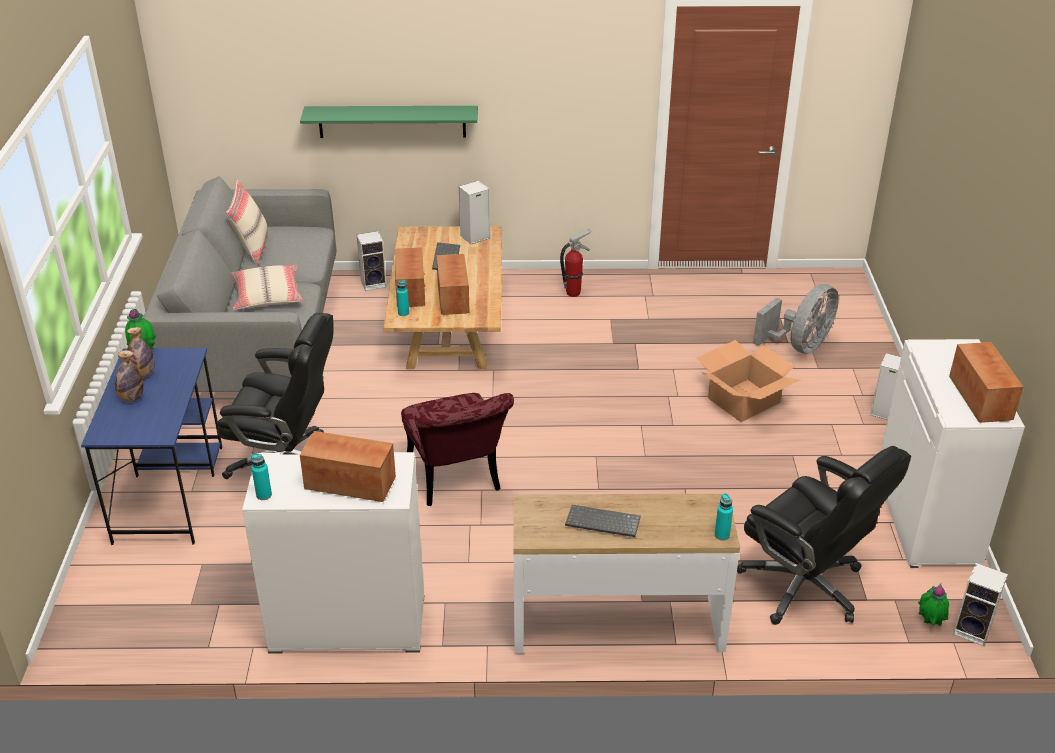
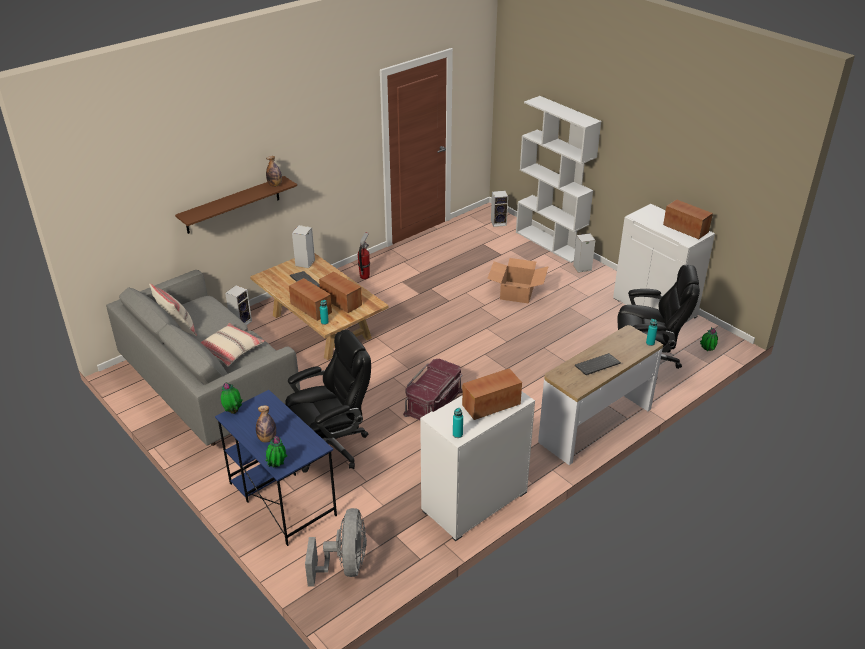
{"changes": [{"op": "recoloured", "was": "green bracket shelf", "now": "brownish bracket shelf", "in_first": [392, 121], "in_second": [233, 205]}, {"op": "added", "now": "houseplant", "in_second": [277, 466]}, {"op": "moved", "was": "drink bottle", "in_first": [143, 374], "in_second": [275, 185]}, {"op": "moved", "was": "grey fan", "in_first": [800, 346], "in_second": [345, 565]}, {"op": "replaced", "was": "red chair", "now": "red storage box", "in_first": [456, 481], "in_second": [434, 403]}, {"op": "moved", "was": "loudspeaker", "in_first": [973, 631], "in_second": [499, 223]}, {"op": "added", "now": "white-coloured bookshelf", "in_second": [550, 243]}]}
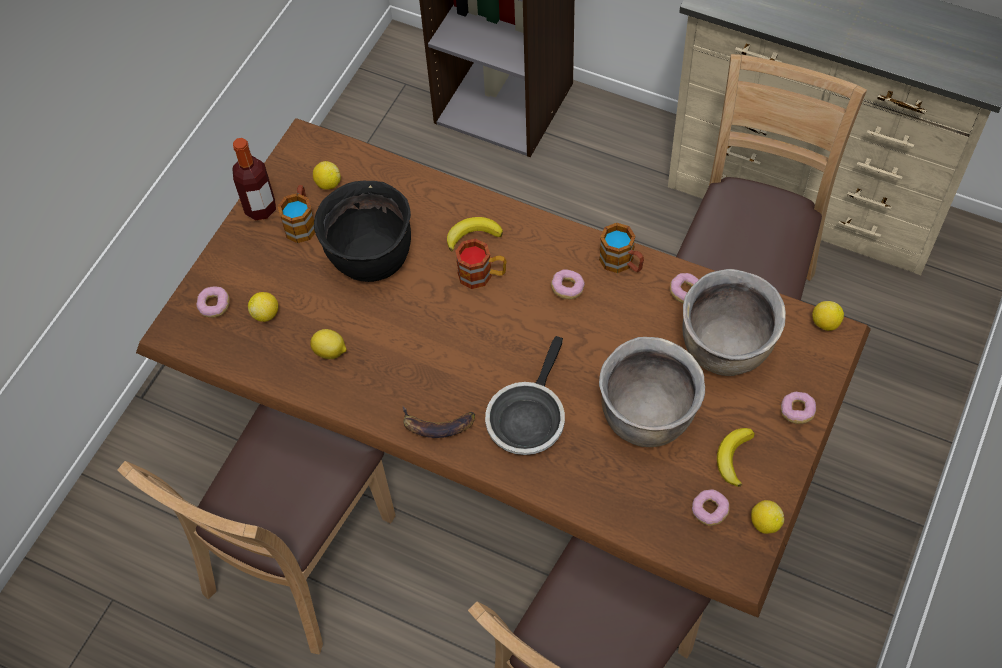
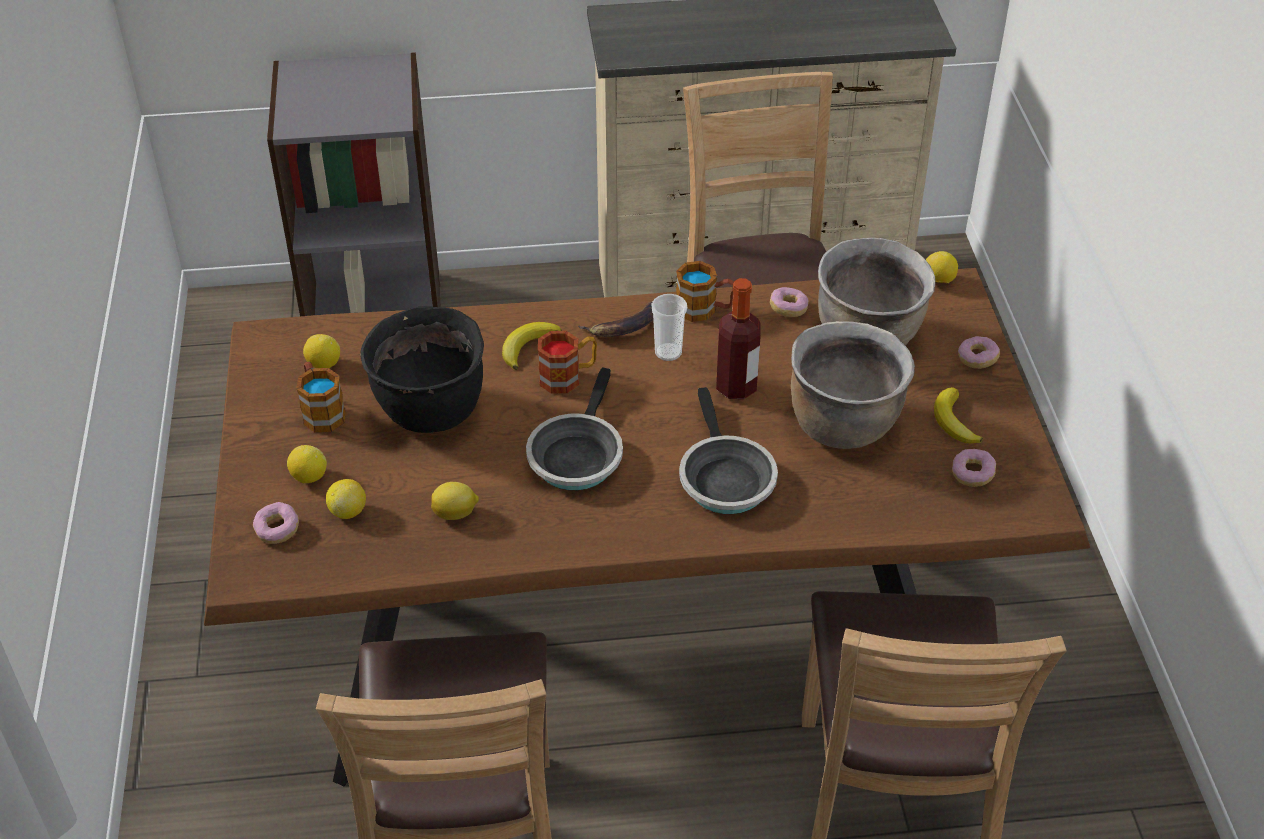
{"changes": [{"op": "moved", "was": "lemon", "in_first": [765, 523], "in_second": [309, 477]}, {"op": "added", "now": "pan", "in_second": [576, 455]}, {"op": "moved", "was": "banana fruit", "in_first": [437, 425], "in_second": [624, 327]}, {"op": "replaced", "was": "doughnut", "now": "cup", "in_first": [567, 288], "in_second": [668, 352]}, {"op": "moved", "was": "drink bottle", "in_first": [260, 208], "in_second": [736, 387]}]}
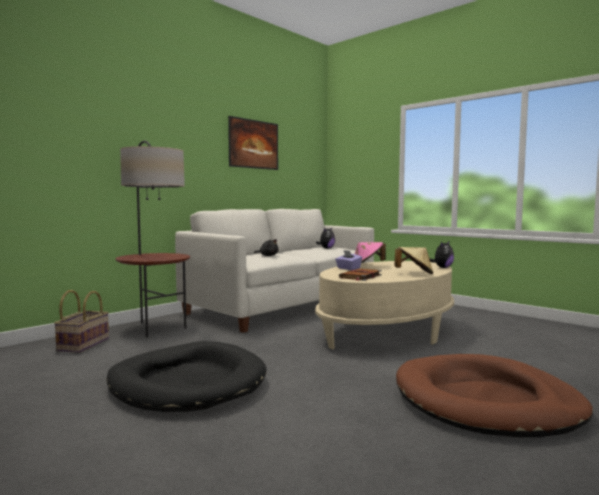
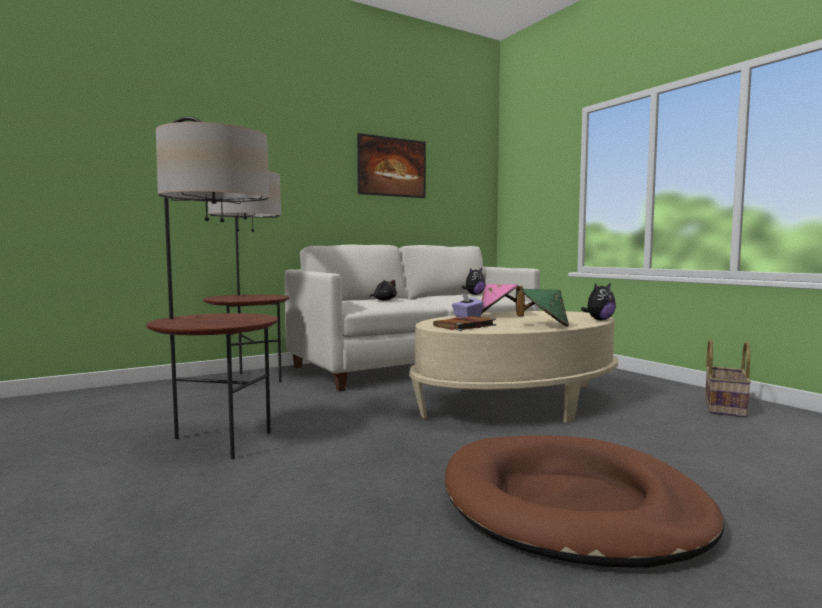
{"changes": [{"op": "replaced", "was": "black-coloured pet bed", "now": "floor lamp", "in_first": [187, 382], "in_second": [218, 442]}, {"op": "recoloured", "was": "beige wearable hat", "now": "green wearable hat", "in_first": [414, 274], "in_second": [544, 325]}, {"op": "moved", "was": "basket", "in_first": [83, 344], "in_second": [723, 407]}]}
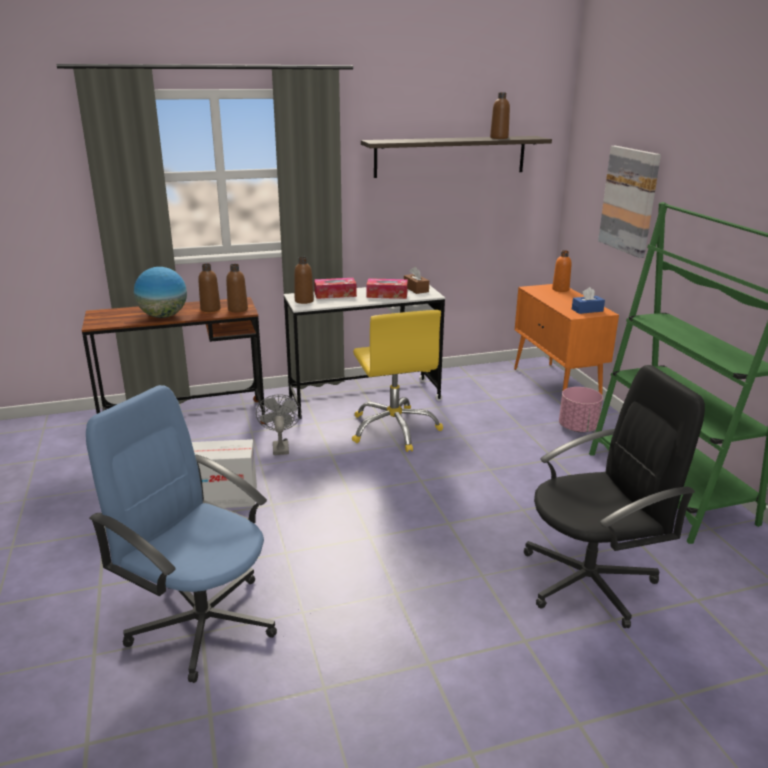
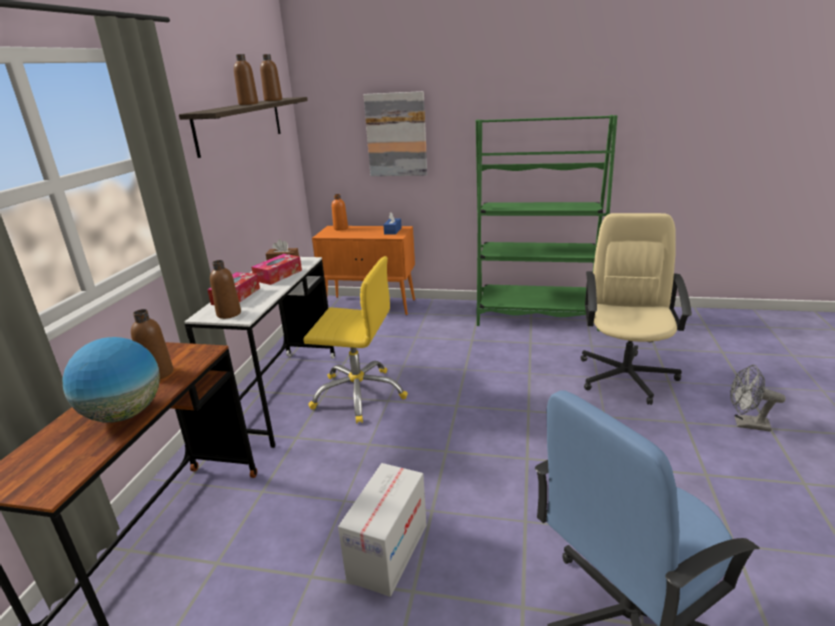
{"changes": [{"op": "moved", "was": "brownish drink bottle", "in_first": [238, 309], "in_second": [248, 104]}, {"op": "recoloured", "was": "black-coloured office chair", "now": "beige office chair", "in_first": [590, 581], "in_second": [626, 376]}, {"op": "moved", "was": "grey fan", "in_first": [280, 446], "in_second": [746, 424]}, {"op": "removed", "was": "pink planter", "in_first": [578, 428]}]}
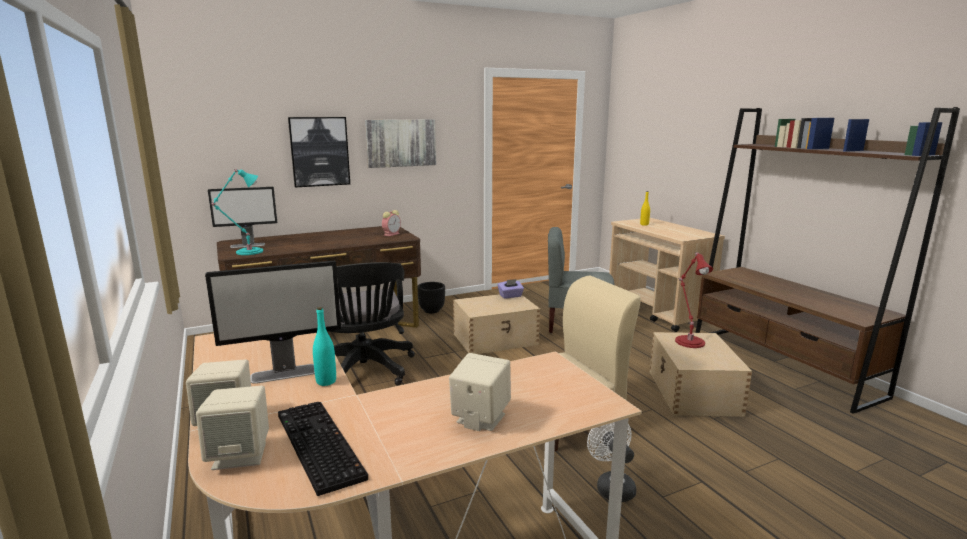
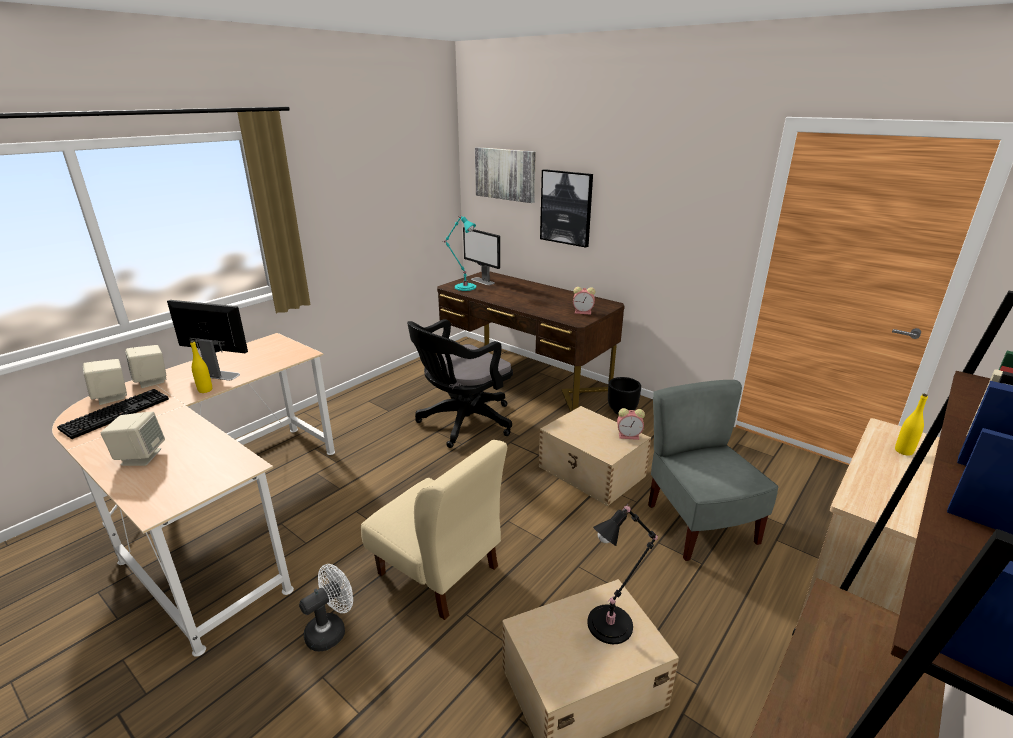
{"changes": [{"op": "turned", "was": "computer display", "in_first": [285, 373], "in_second": [218, 374], "clockwise": 150}, {"op": "recoloured", "was": "turquoise drink bottle", "now": "yellow-coloured drink bottle", "in_first": [326, 381], "in_second": [205, 390]}, {"op": "moved", "was": "picture", "in_first": [401, 143], "in_second": [505, 174]}, {"op": "recoloured", "was": "red lamp for a table", "now": "black-coloured lamp for a table", "in_first": [688, 341], "in_second": [613, 623]}, {"op": "replaced", "was": "purple tissue holder", "now": "bedside clock", "in_first": [510, 296], "in_second": [629, 436]}]}
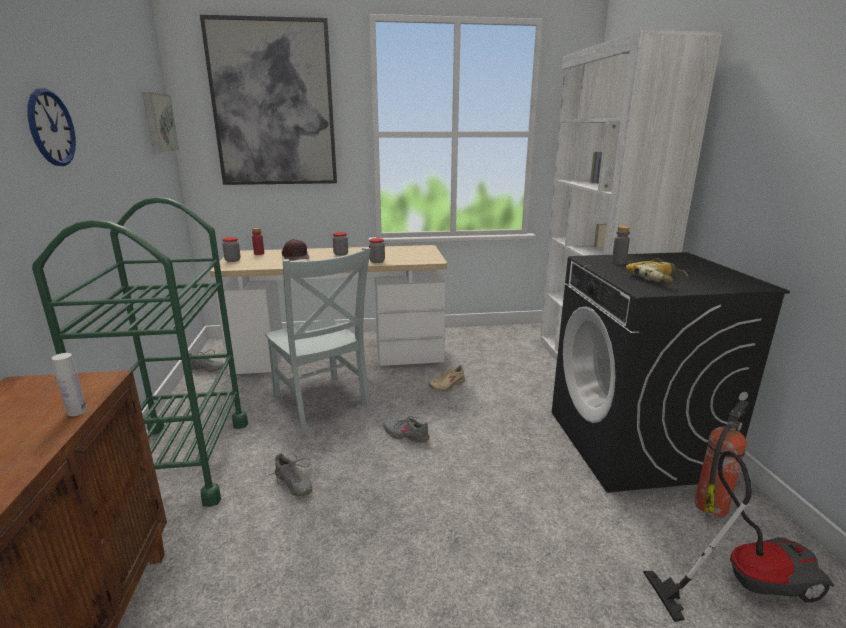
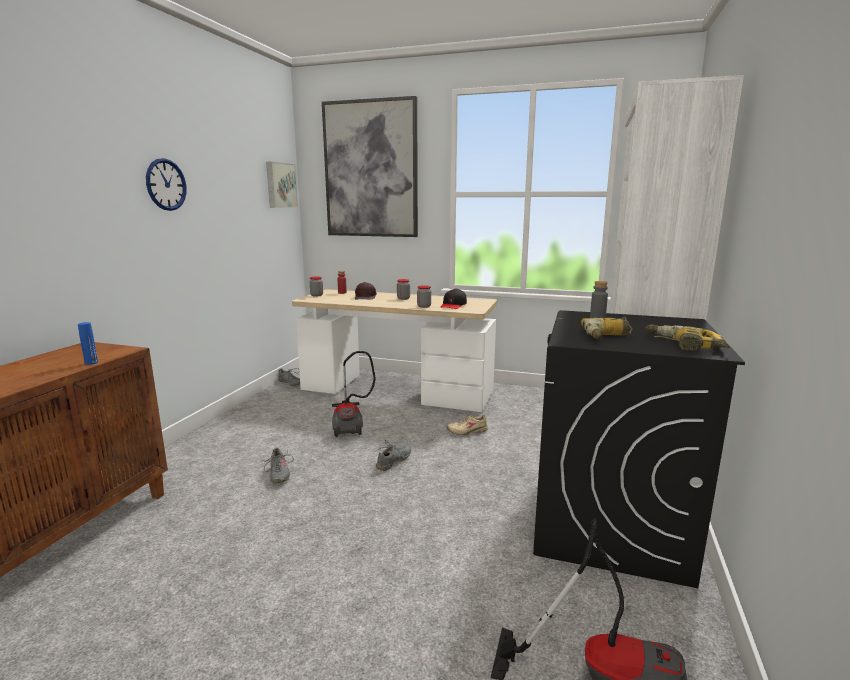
{"changes": [{"op": "recoloured", "was": "white-coloured drink bottle", "now": "bluish drink bottle", "in_first": [77, 411], "in_second": [91, 363]}, {"op": "replaced", "was": "grey chair", "now": "hoover", "in_first": [322, 402], "in_second": [350, 423]}, {"op": "turned", "was": "grey shoe", "in_first": [406, 435], "in_second": [394, 461], "clockwise": 75}, {"op": "added", "now": "black-coloured baseball cap", "in_second": [453, 305]}, {"op": "added", "now": "power drill", "in_second": [683, 345]}, {"op": "removed", "was": "green cart", "in_first": [181, 462]}, {"op": "removed", "was": "extinguisher", "in_first": [711, 505]}]}
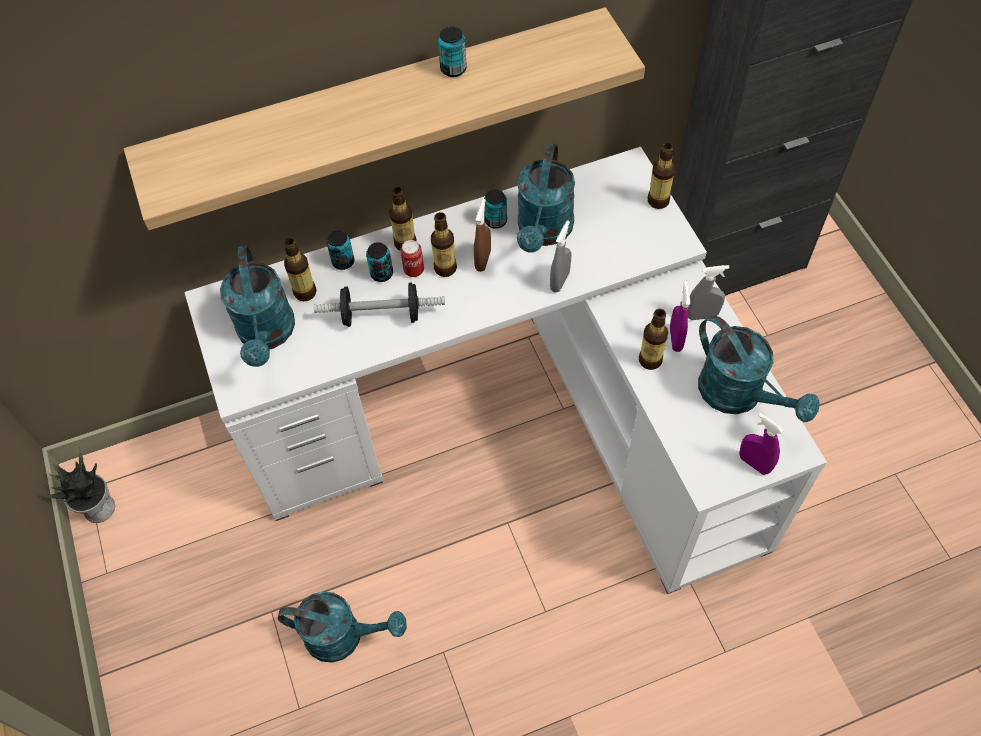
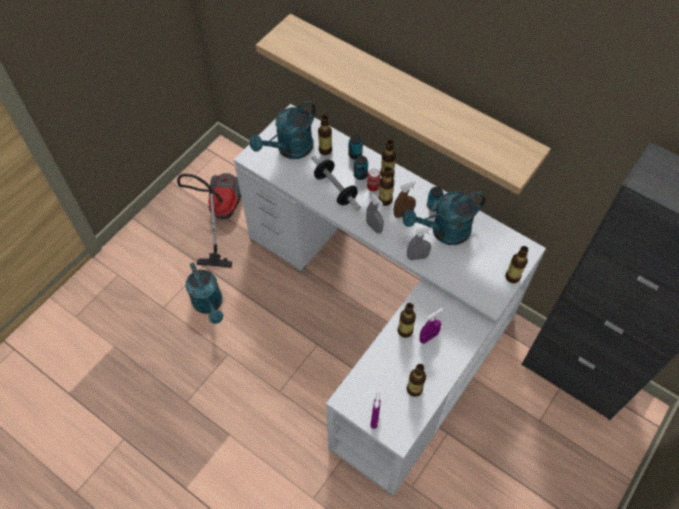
{"changes": [{"op": "added", "now": "hoover", "in_second": [220, 215]}, {"op": "moved", "was": "grey hand sprayer", "in_first": [702, 315], "in_second": [374, 227]}, {"op": "replaced", "was": "turquoise watering can", "now": "drink bottle", "in_first": [739, 396], "in_second": [414, 389]}, {"op": "removed", "was": "houseplant", "in_first": [98, 507]}, {"op": "removed", "was": "can", "in_first": [453, 69]}]}
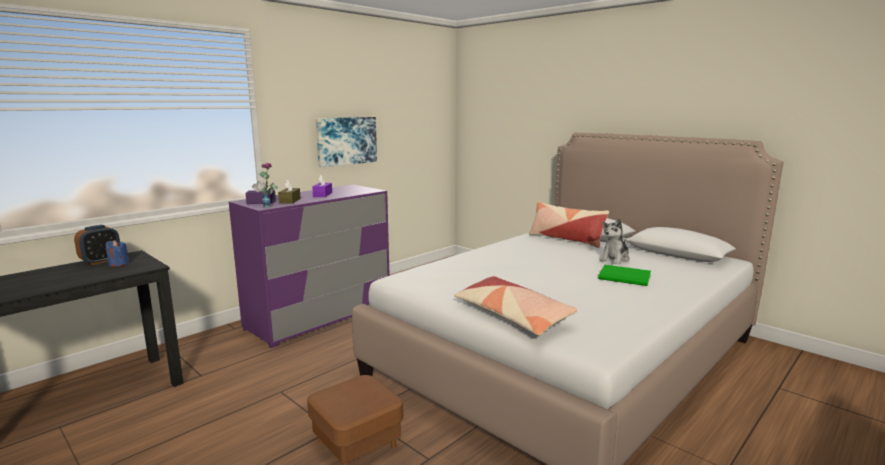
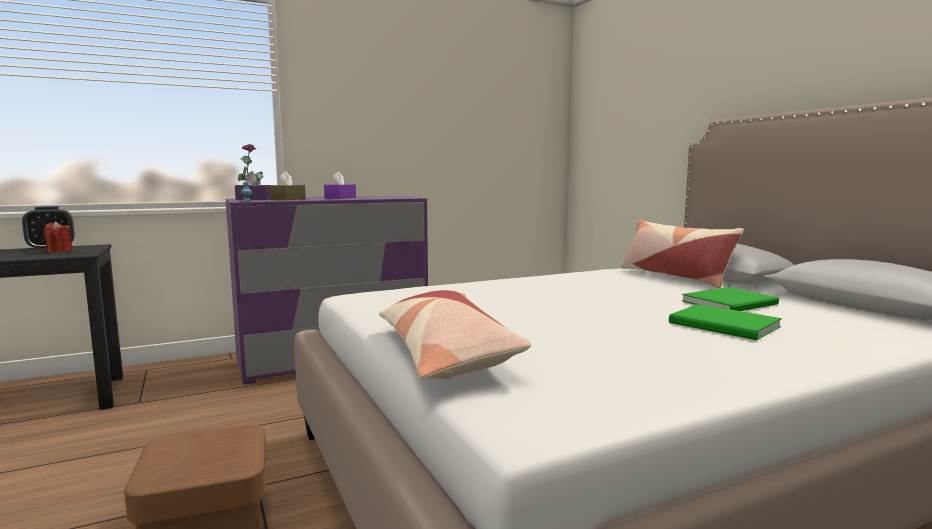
{"changes": [{"op": "recoloured", "was": "bluish candle", "now": "red candle", "in_first": [118, 264], "in_second": [59, 251]}, {"op": "replaced", "was": "soft toy", "now": "green book", "in_first": [614, 259], "in_second": [732, 303]}, {"op": "removed", "was": "picture", "in_first": [346, 141]}]}
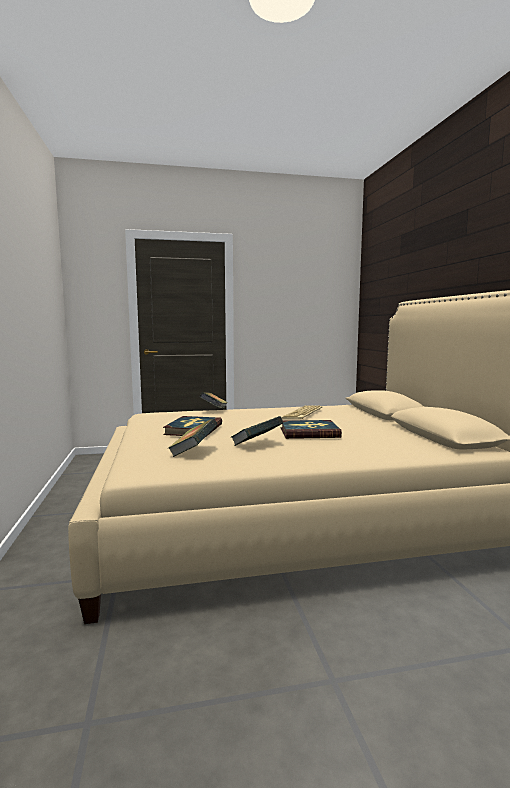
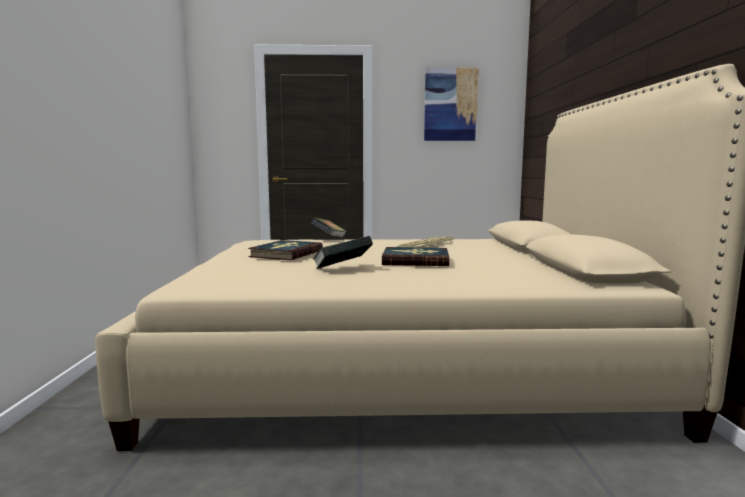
{"changes": [{"op": "added", "now": "picture", "in_second": [450, 104]}, {"op": "removed", "was": "book", "in_first": [193, 452]}]}
